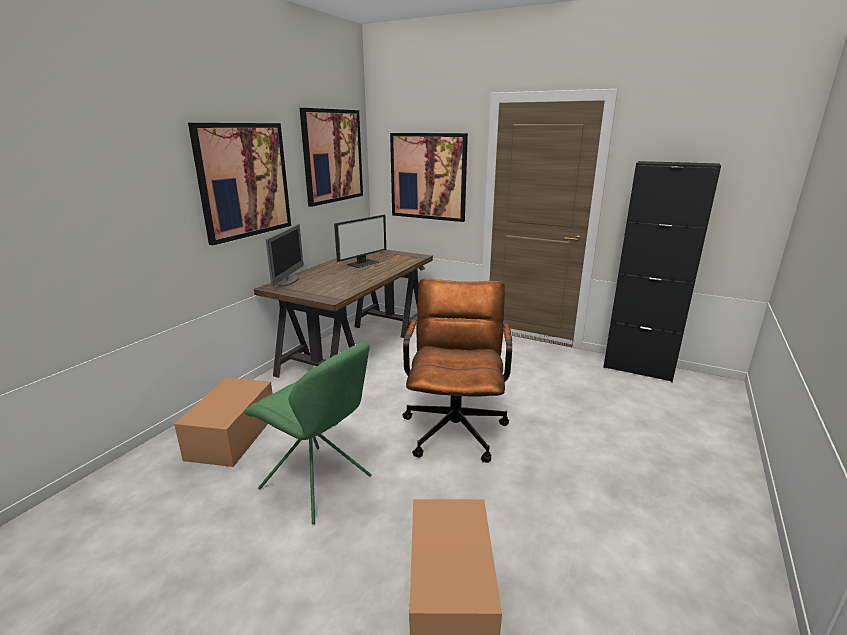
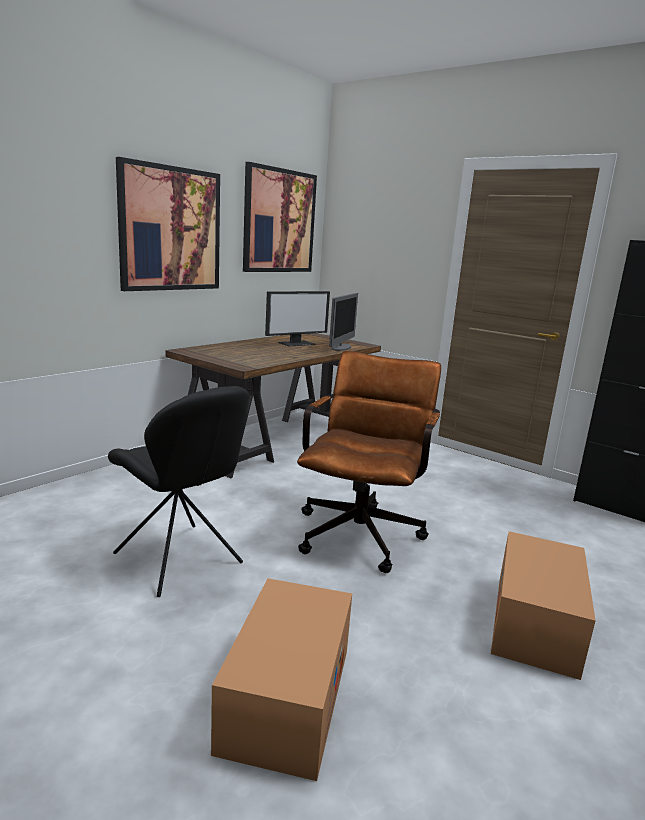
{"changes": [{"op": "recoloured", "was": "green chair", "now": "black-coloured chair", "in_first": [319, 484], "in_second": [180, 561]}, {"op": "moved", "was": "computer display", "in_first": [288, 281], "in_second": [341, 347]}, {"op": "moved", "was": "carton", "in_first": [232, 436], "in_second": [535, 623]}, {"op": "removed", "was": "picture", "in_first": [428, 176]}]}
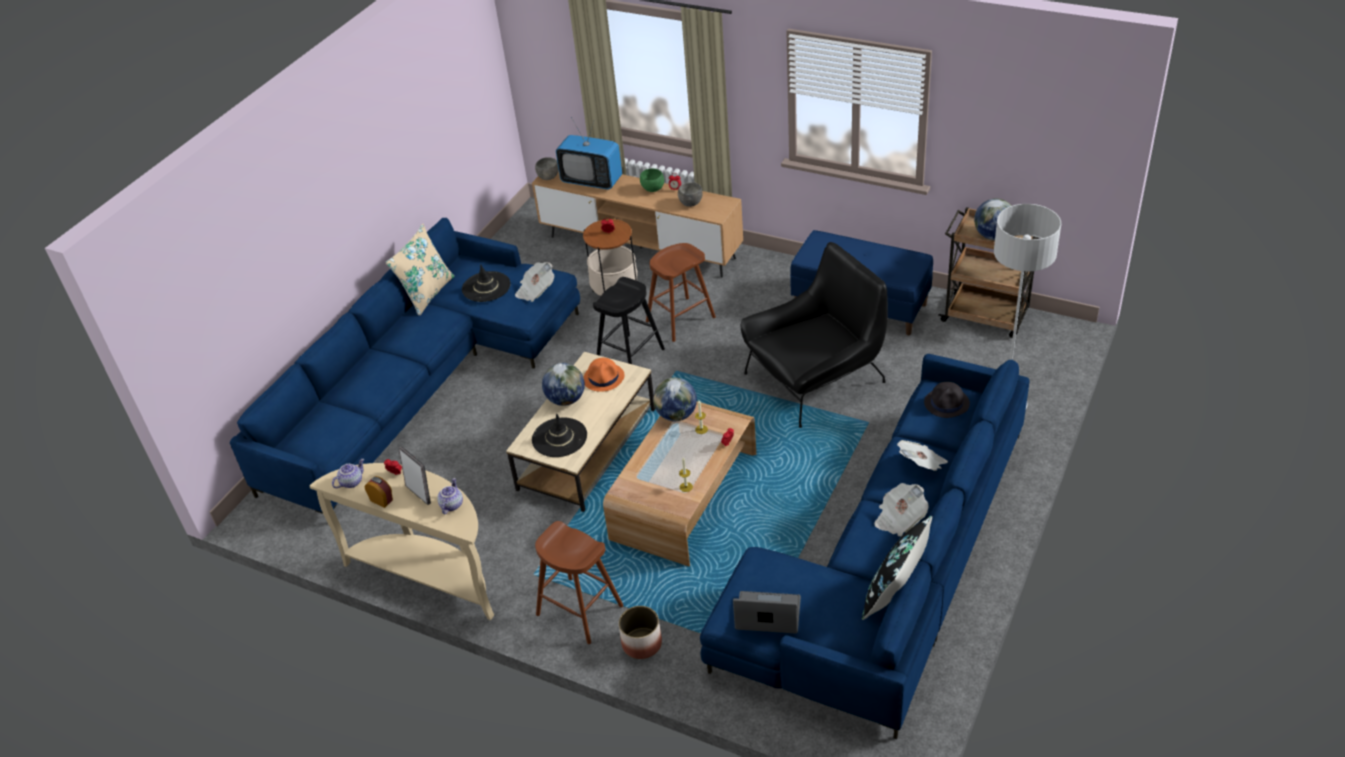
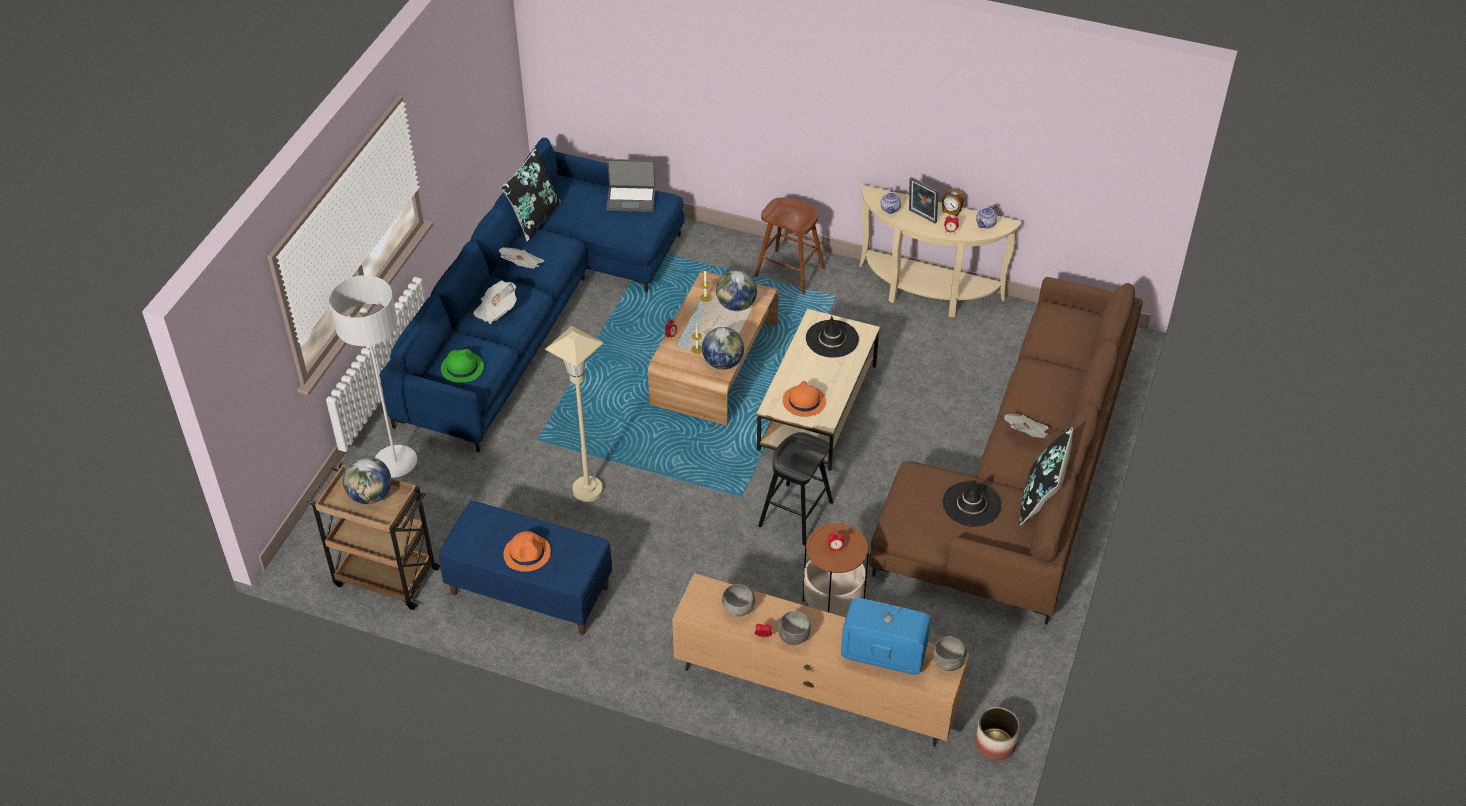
{"changes": [{"op": "recoloured", "was": "black-coloured wearable hat", "now": "green wearable hat", "in_first": [947, 403], "in_second": [462, 368]}, {"op": "added", "now": "orange-coloured wearable hat", "in_second": [527, 553]}, {"op": "replaced", "was": "black-coloured armchair", "now": "beige floor lamp", "in_first": [816, 378], "in_second": [587, 490]}, {"op": "moved", "was": "globe", "in_first": [566, 399], "in_second": [736, 305]}, {"op": "recoloured", "was": "green bowl", "now": "grey bowl", "in_first": [653, 189], "in_second": [793, 637]}, {"op": "recoloured", "was": "bluish couch", "now": "brownish couch", "in_first": [423, 383], "in_second": [1021, 479]}, {"op": "moved", "was": "planter", "in_first": [641, 643], "in_second": [995, 744]}, {"op": "moved", "was": "printed paper", "in_first": [536, 291], "in_second": [1026, 434]}, {"op": "recoloured", "was": "beige throw pillow", "now": "black-coloured throw pillow", "in_first": [427, 293], "in_second": [1041, 499]}, {"op": "removed", "was": "brownish stool seat", "in_first": [680, 319]}]}
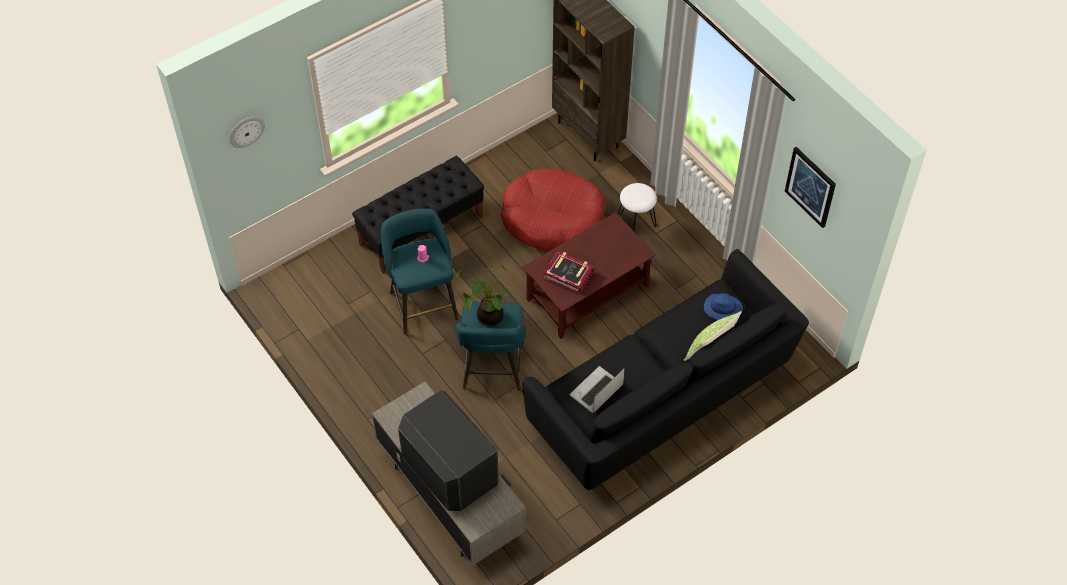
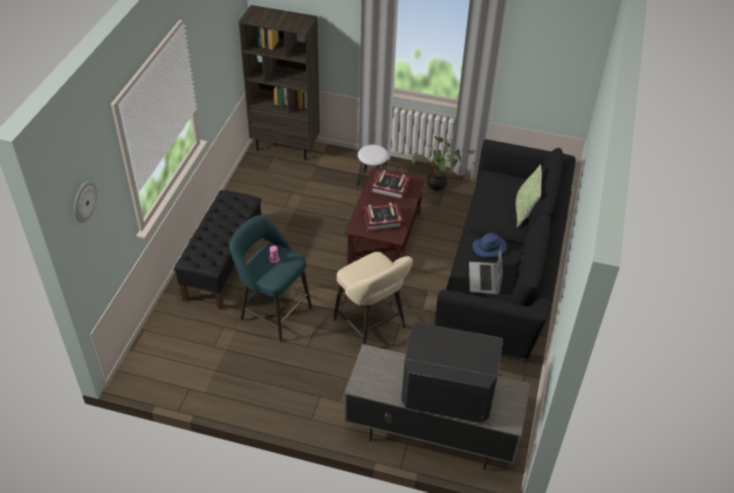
{"changes": [{"op": "recoloured", "was": "turquoise stool seat", "now": "beige stool seat", "in_first": [492, 370], "in_second": [371, 326]}, {"op": "added", "now": "book", "in_second": [390, 188]}, {"op": "moved", "was": "houseplant", "in_first": [487, 316], "in_second": [434, 185]}, {"op": "moved", "was": "bluish wearable hat", "in_first": [722, 309], "in_second": [488, 248]}, {"op": "removed", "was": "red pet bed", "in_first": [553, 219]}, {"op": "removed", "was": "picture", "in_first": [810, 186]}]}
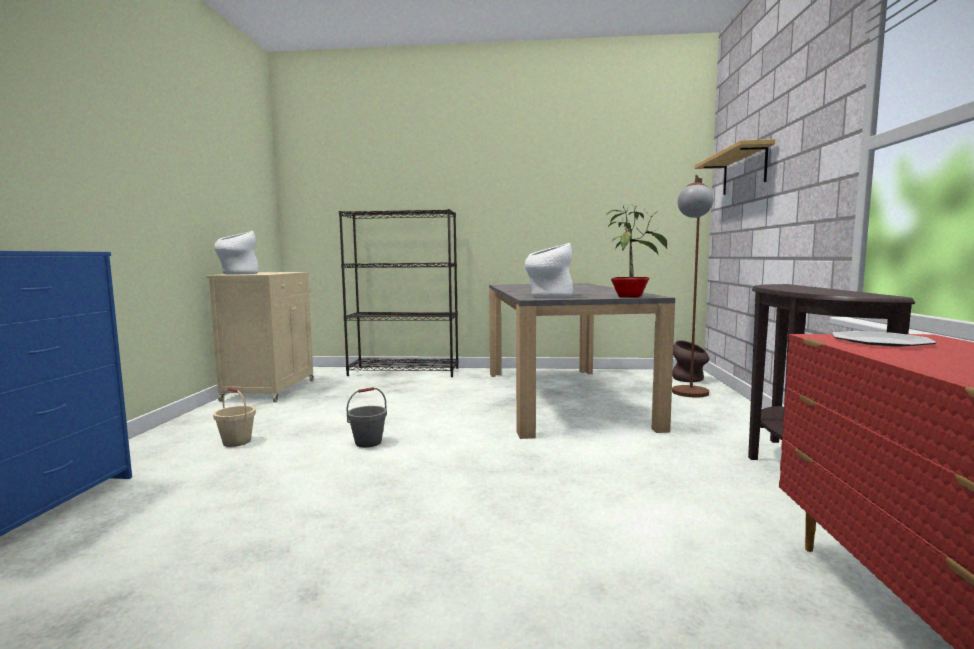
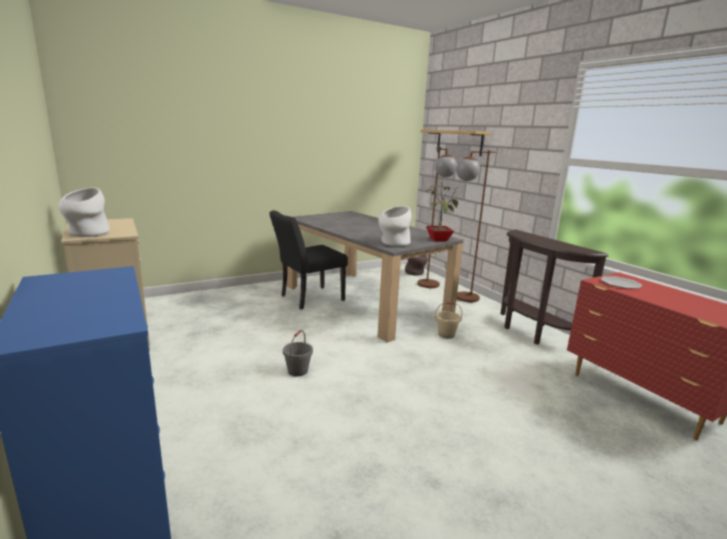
{"changes": [{"op": "added", "now": "black-coloured chair", "in_second": [308, 298]}, {"op": "moved", "was": "beige bucket", "in_first": [236, 442], "in_second": [446, 335]}, {"op": "added", "now": "brownish floor lamp", "in_second": [461, 299]}, {"op": "removed", "was": "black-coloured bookshelf", "in_first": [404, 372]}]}
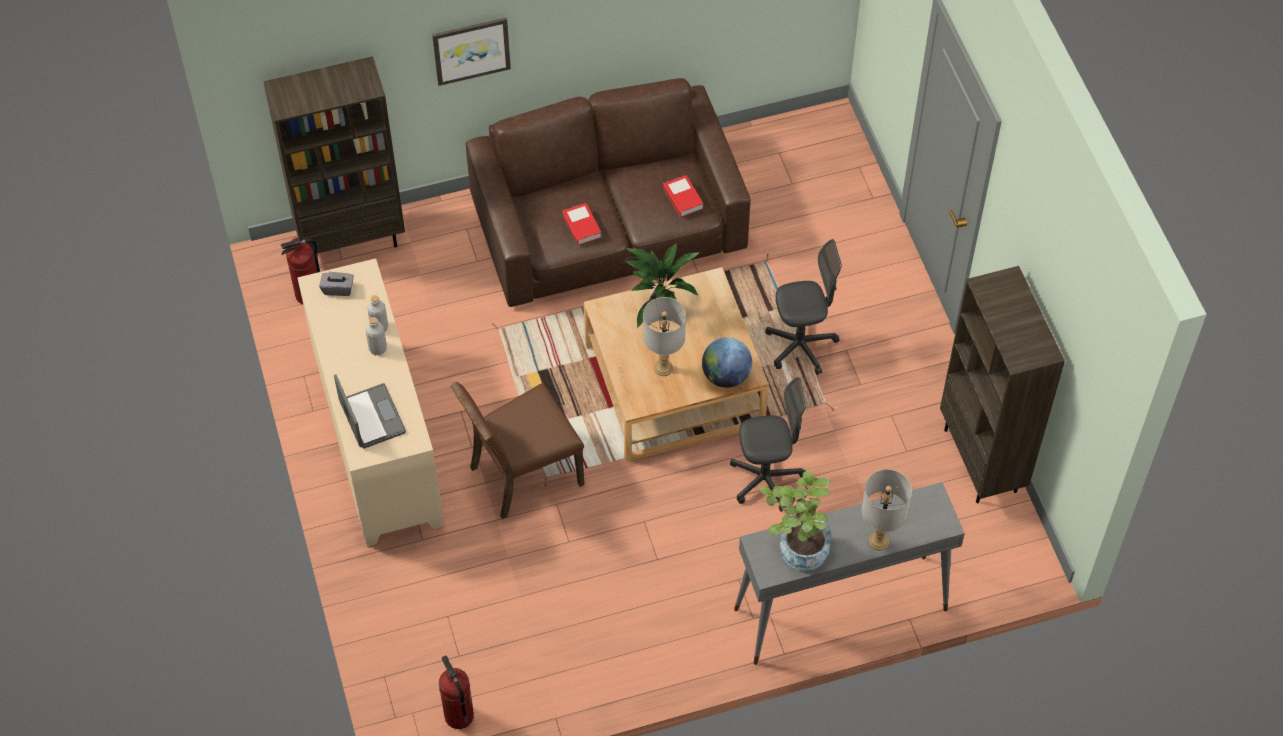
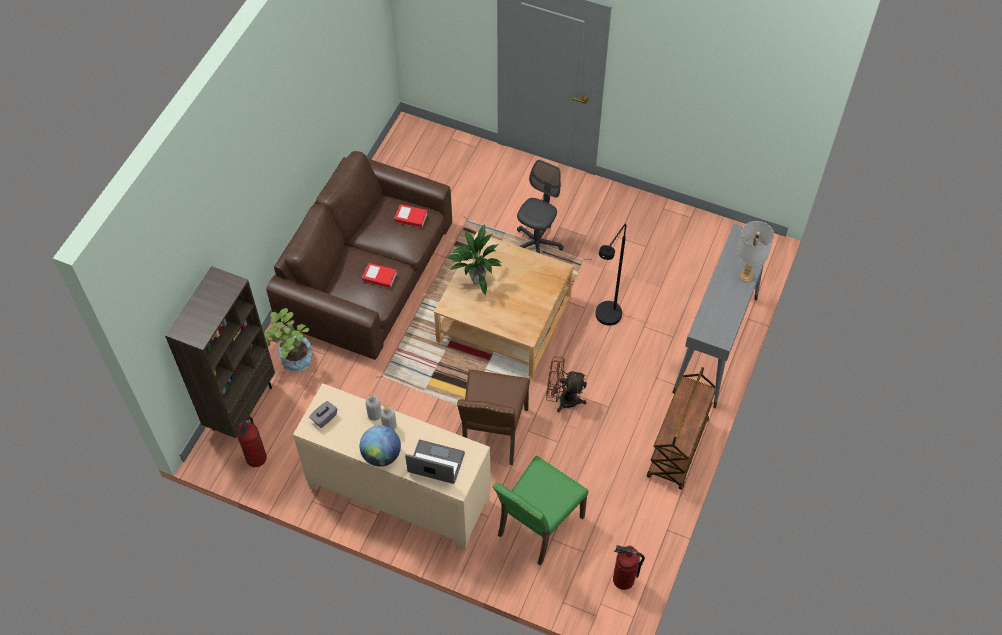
{"changes": [{"op": "moved", "was": "houseplant", "in_first": [796, 548], "in_second": [293, 361]}, {"op": "moved", "was": "globe", "in_first": [726, 376], "in_second": [381, 455]}, {"op": "added", "now": "green chair", "in_second": [538, 526]}, {"op": "added", "now": "brownish fan", "in_second": [563, 399]}, {"op": "replaced", "was": "grey office chair", "now": "black-coloured floor lamp", "in_first": [766, 480], "in_second": [605, 320]}, {"op": "added", "now": "brownish cart", "in_second": [678, 449]}, {"op": "removed", "was": "picture", "in_first": [471, 50]}, {"op": "removed", "was": "grey lamp for a table", "in_first": [663, 368]}, {"op": "removed", "was": "brownish bookshelf", "in_first": [981, 461]}]}
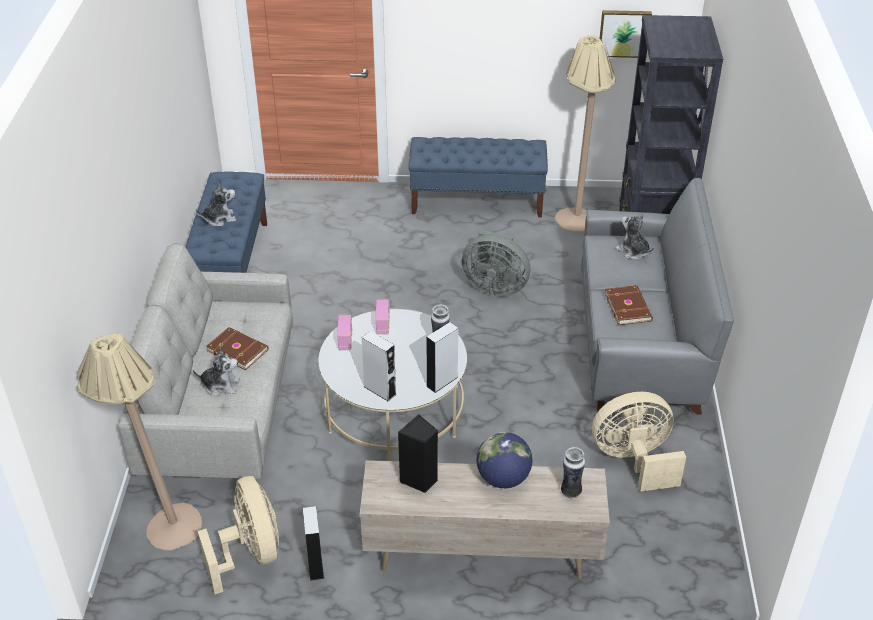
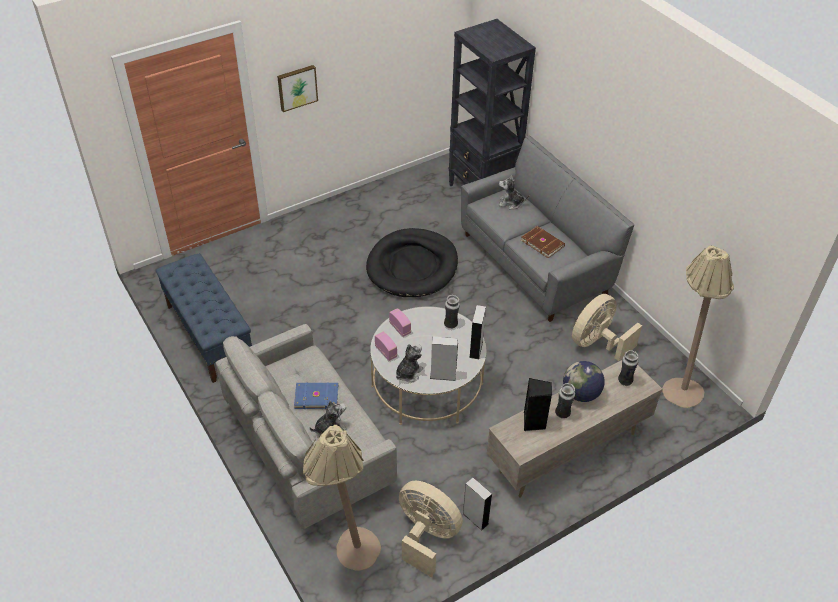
{"changes": [{"op": "moved", "was": "picture", "in_first": [624, 32], "in_second": [297, 87]}, {"op": "recoloured", "was": "brownish book", "now": "bluish book", "in_first": [238, 349], "in_second": [316, 396]}, {"op": "replaced", "was": "grey fan", "now": "black-coloured pet bed", "in_first": [495, 286], "in_second": [412, 266]}, {"op": "moved", "was": "soft toy", "in_first": [219, 219], "in_second": [408, 373]}, {"op": "added", "now": "decorative vase", "in_second": [562, 414]}, {"op": "moved", "was": "beige floor lamp", "in_first": [578, 214], "in_second": [678, 385]}, {"op": "removed", "was": "bluish long seat", "in_first": [477, 201]}]}
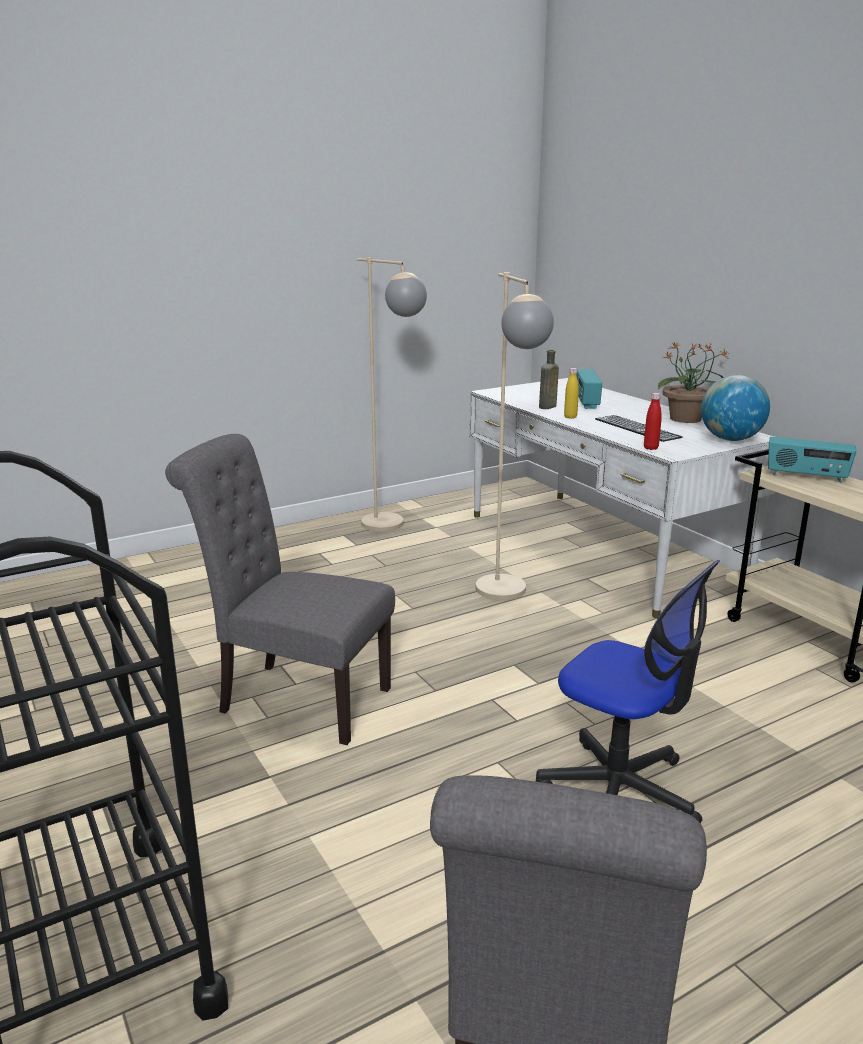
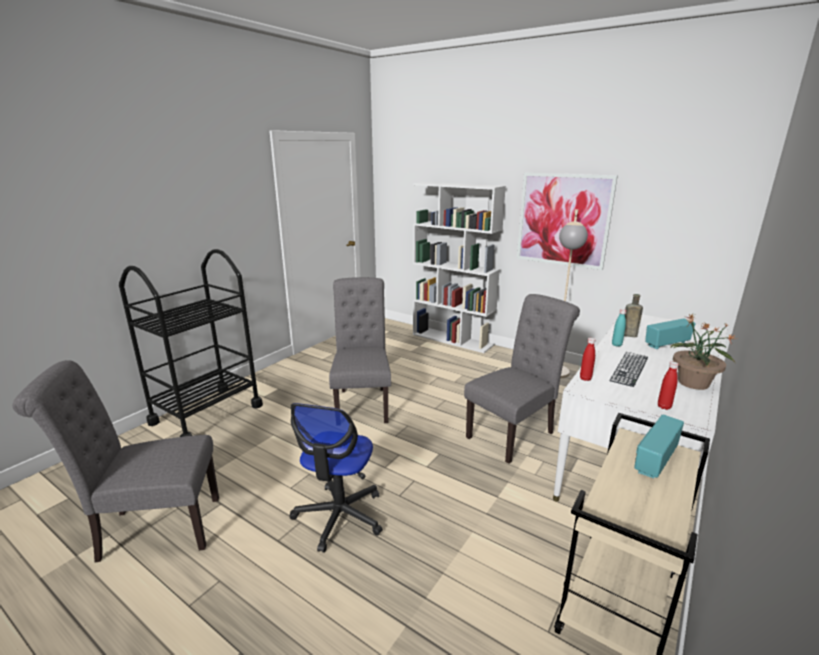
{"changes": [{"op": "added", "now": "white-coloured bookshelf", "in_second": [453, 339]}, {"op": "replaced", "was": "beige floor lamp", "now": "grey chair", "in_first": [507, 597], "in_second": [514, 433]}, {"op": "added", "now": "picture", "in_second": [563, 220]}, {"op": "recoloured", "was": "yellow-coloured drink bottle", "now": "turquoise drink bottle", "in_first": [570, 417], "in_second": [616, 345]}, {"op": "turned", "was": "radio set", "in_first": [806, 476], "in_second": [654, 460], "clockwise": 45}, {"op": "replaced", "was": "globe", "now": "red drink bottle", "in_first": [730, 439], "in_second": [664, 407]}]}
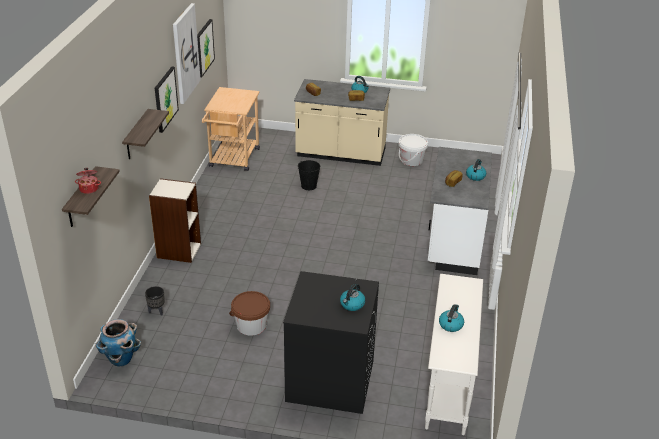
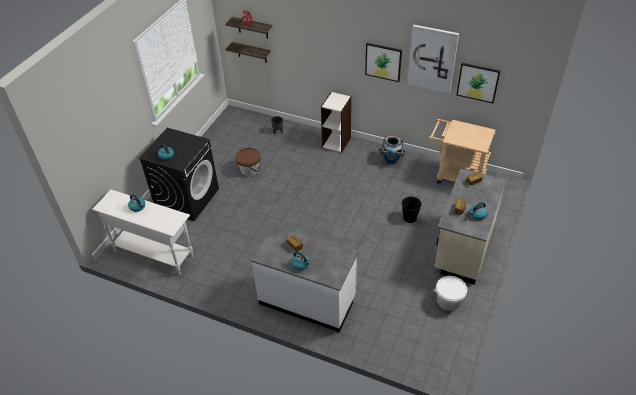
{"changes": [{"op": "moved", "was": "bracket shelf", "in_first": [136, 135], "in_second": [252, 52]}, {"op": "moved", "was": "planter", "in_first": [120, 359], "in_second": [391, 160]}]}
